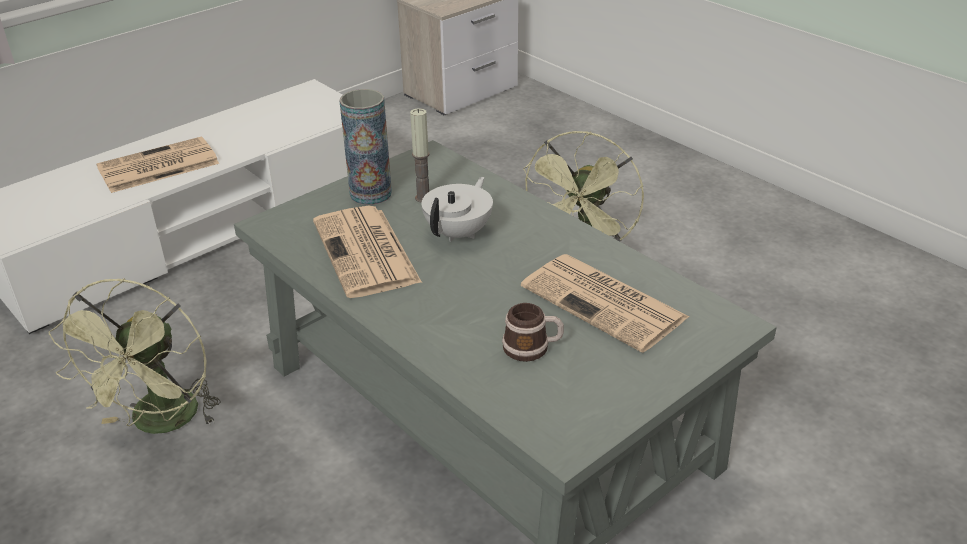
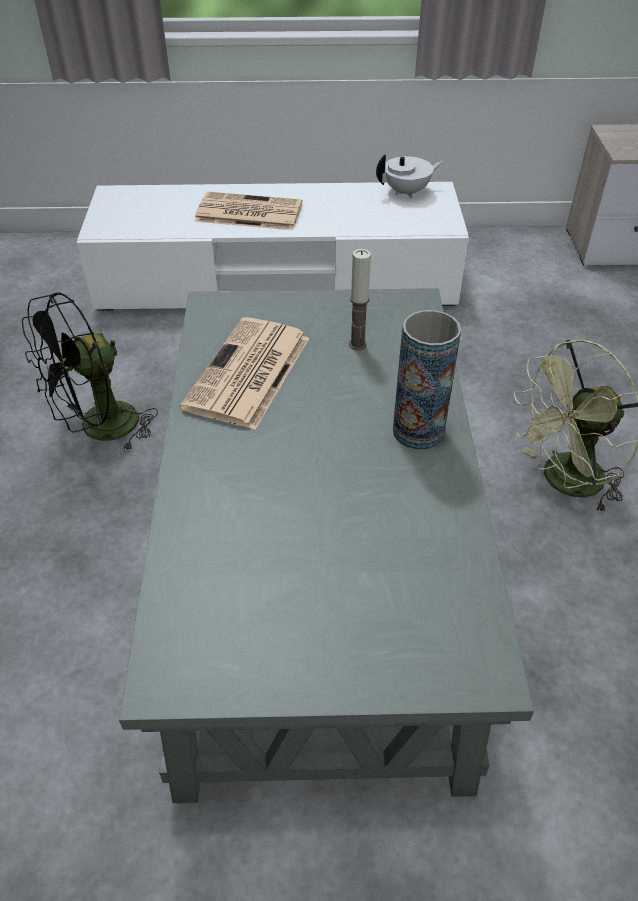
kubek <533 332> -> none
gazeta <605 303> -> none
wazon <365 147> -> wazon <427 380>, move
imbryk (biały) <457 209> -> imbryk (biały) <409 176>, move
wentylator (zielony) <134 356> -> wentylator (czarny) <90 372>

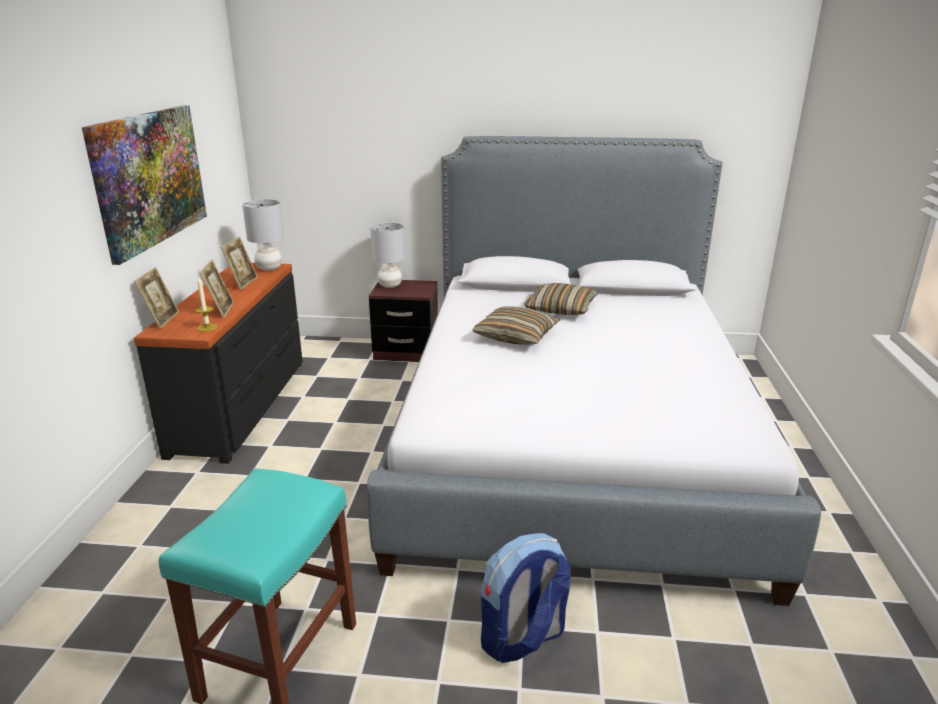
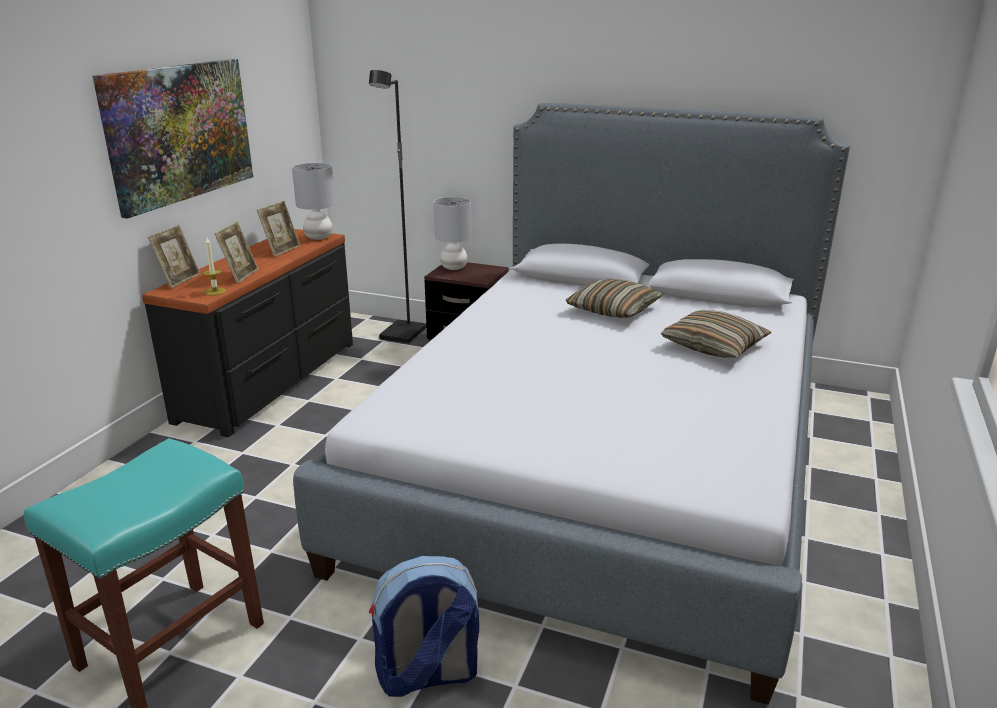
none -> lampa stojąca (czarny) <397 207>
poduszka <516 326> -> poduszka <716 334>, move

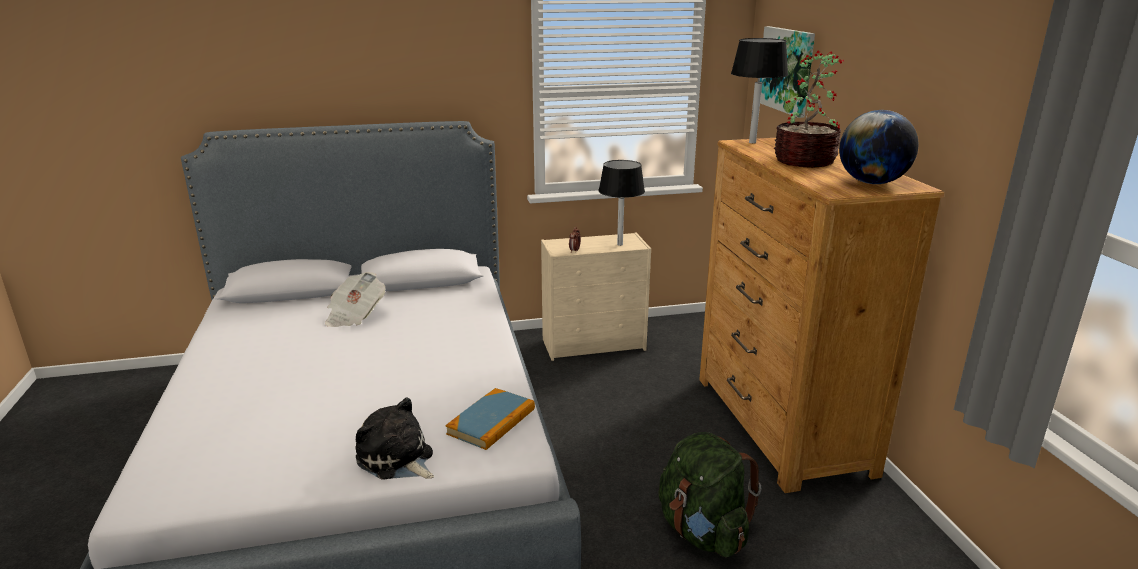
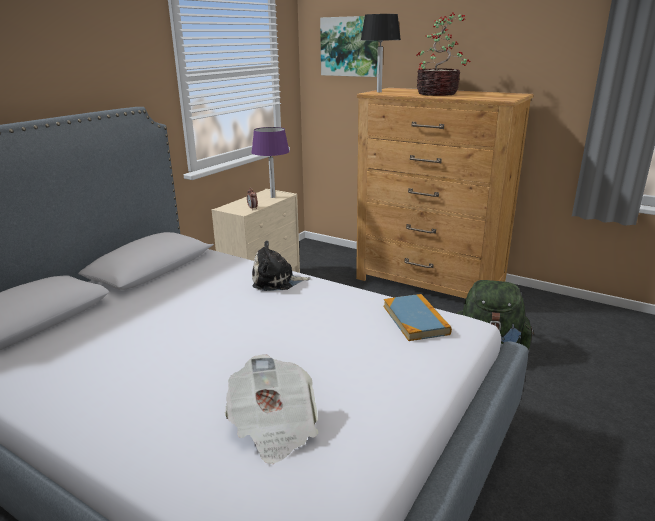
globus <879 147> -> none
gazeta <355 299> -> gazeta <271 409>, move
pluszak <394 438> -> pluszak <281 266>, move
lampa stołowa (czarny) <621 203> -> lampa stołowa (fioletowy) <270 162>

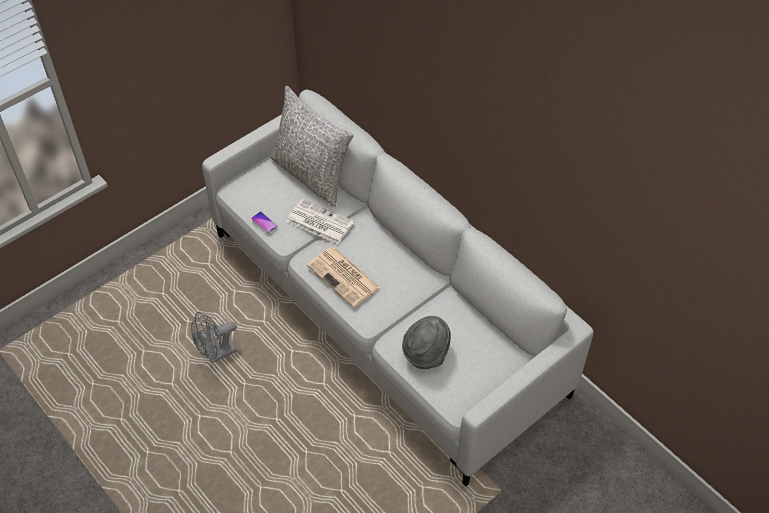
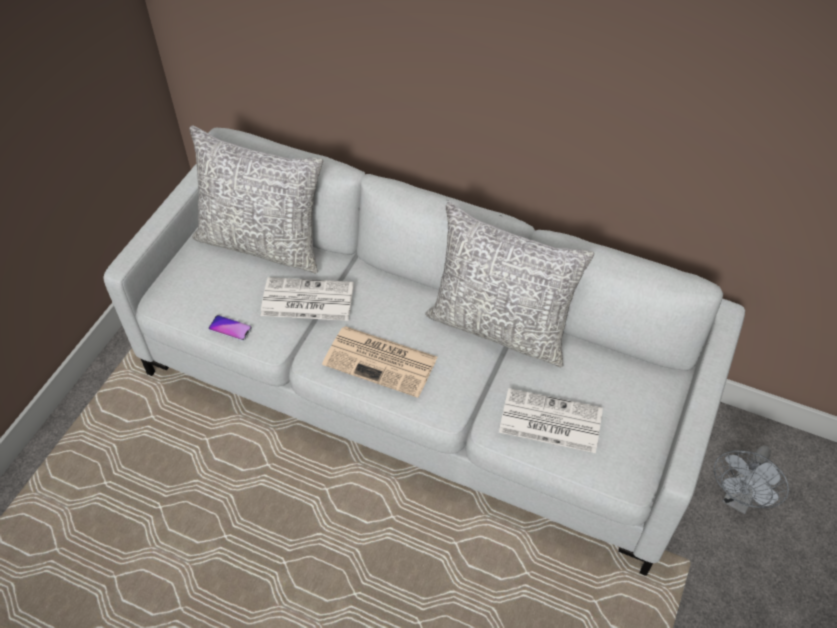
none -> poduszka (szary) <509 284>
wentylator (szary) <214 337> -> wentylator (szary) <751 479>, move
kapelusz (szary) <426 342> -> gazeta <551 420>

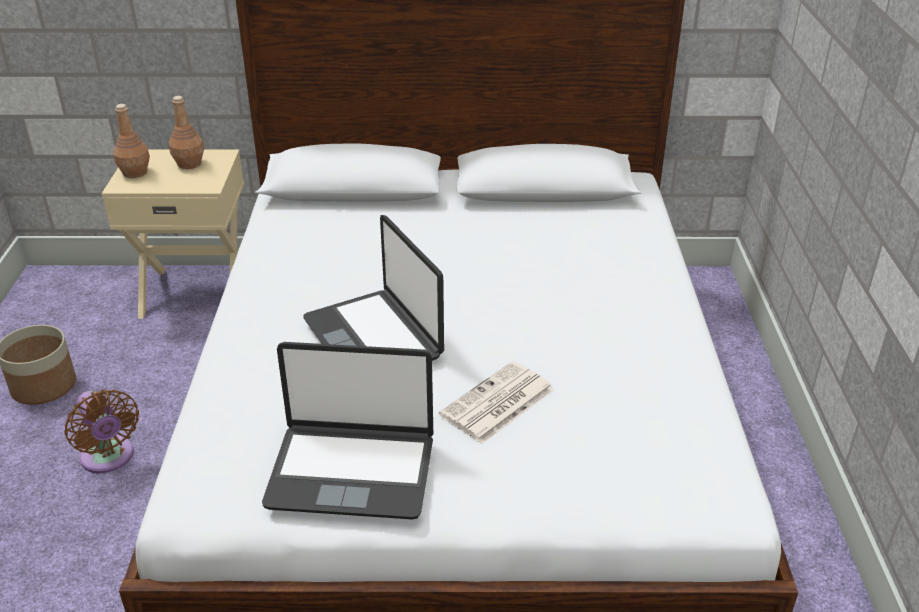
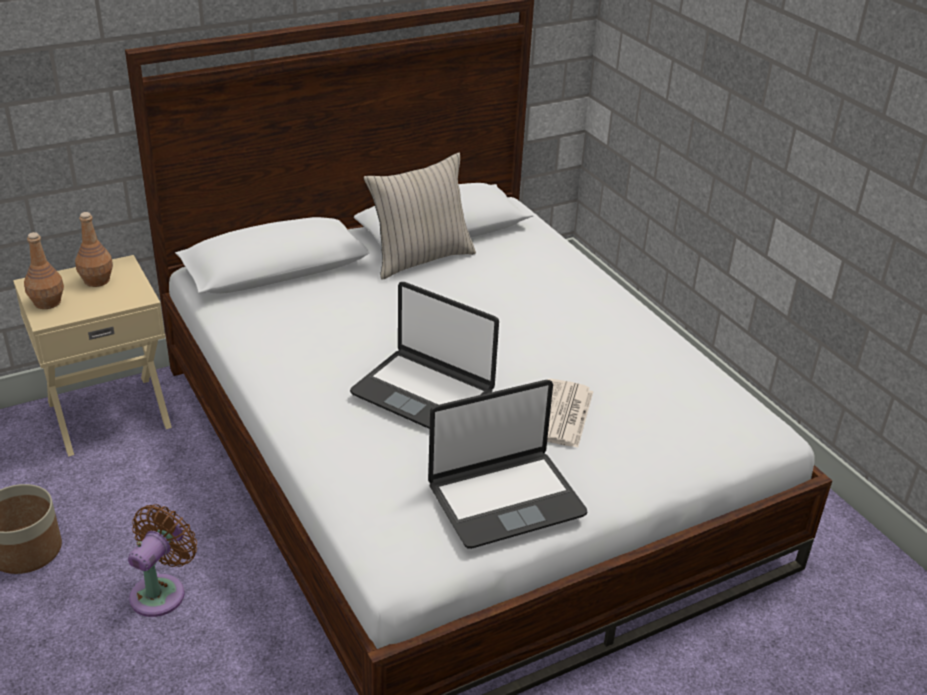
none -> poduszka (beżowy) <419 216>
wentylator (brązowy) <101 431> -> wentylator (brązowy) <162 560>, 90 degrees counterclockwise

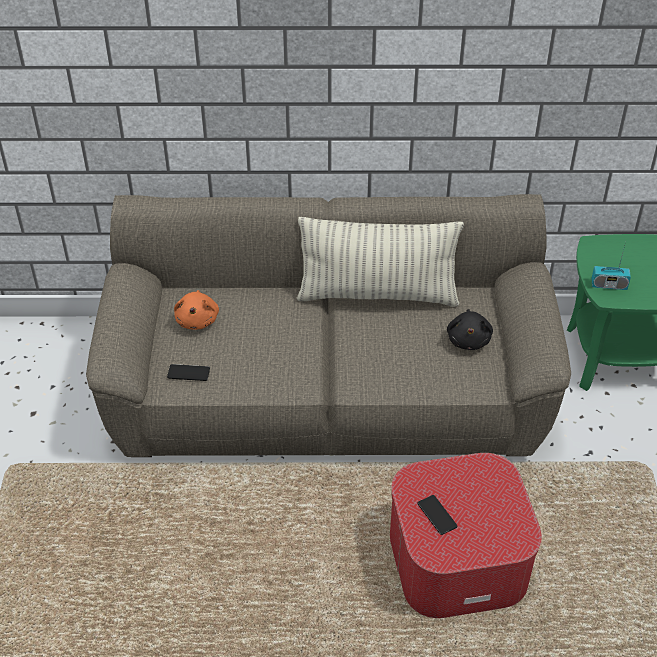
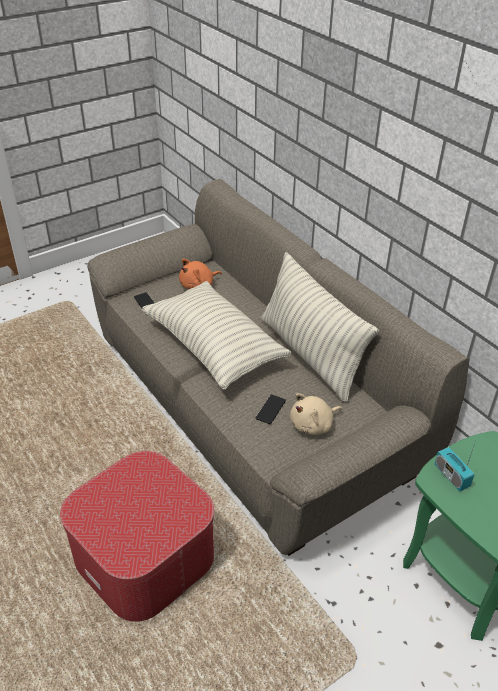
none -> poduszka <216 335>
telefon <437 515> -> telefon <270 409>, move
pluszak (czarny) <470 329> -> pluszak (beżowy) <316 414>

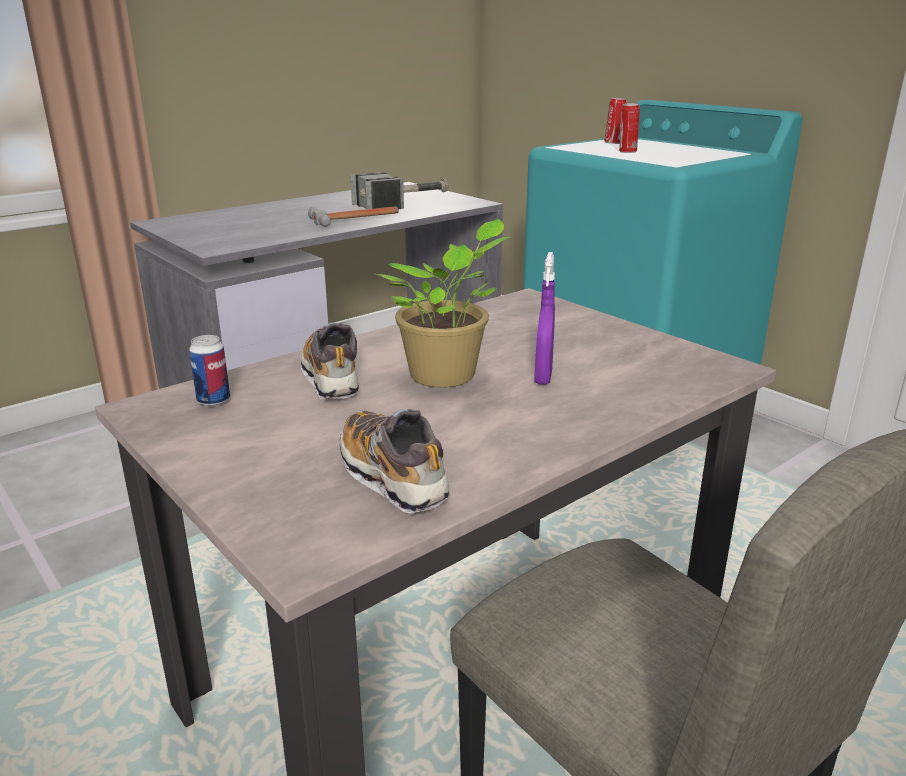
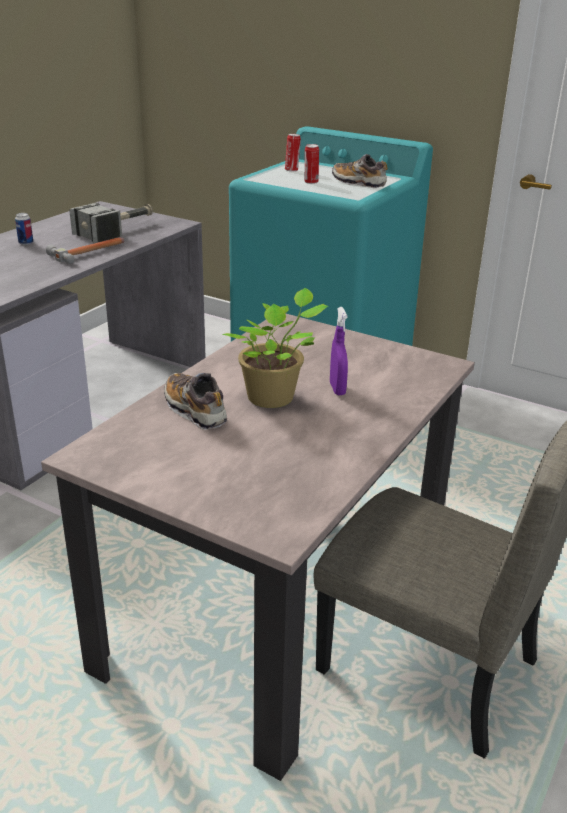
puszka <209 370> -> puszka <24 229>, move
but <395 461> -> but <360 171>, move

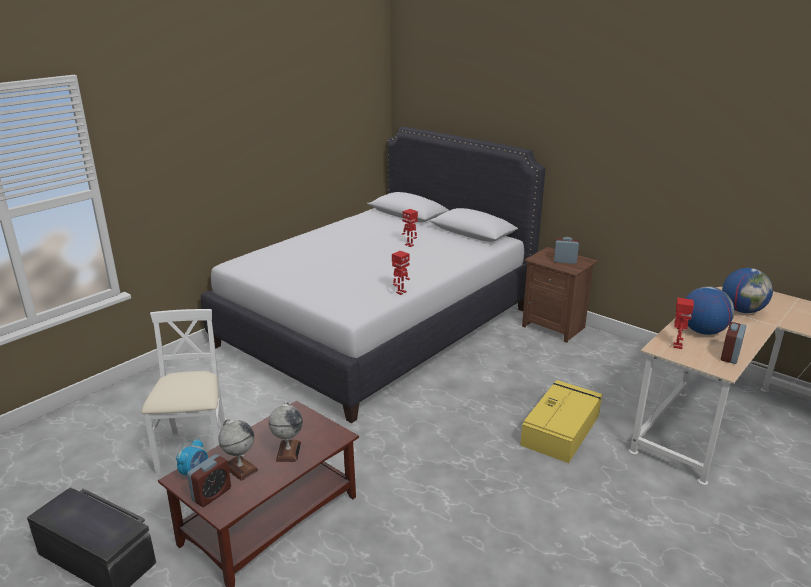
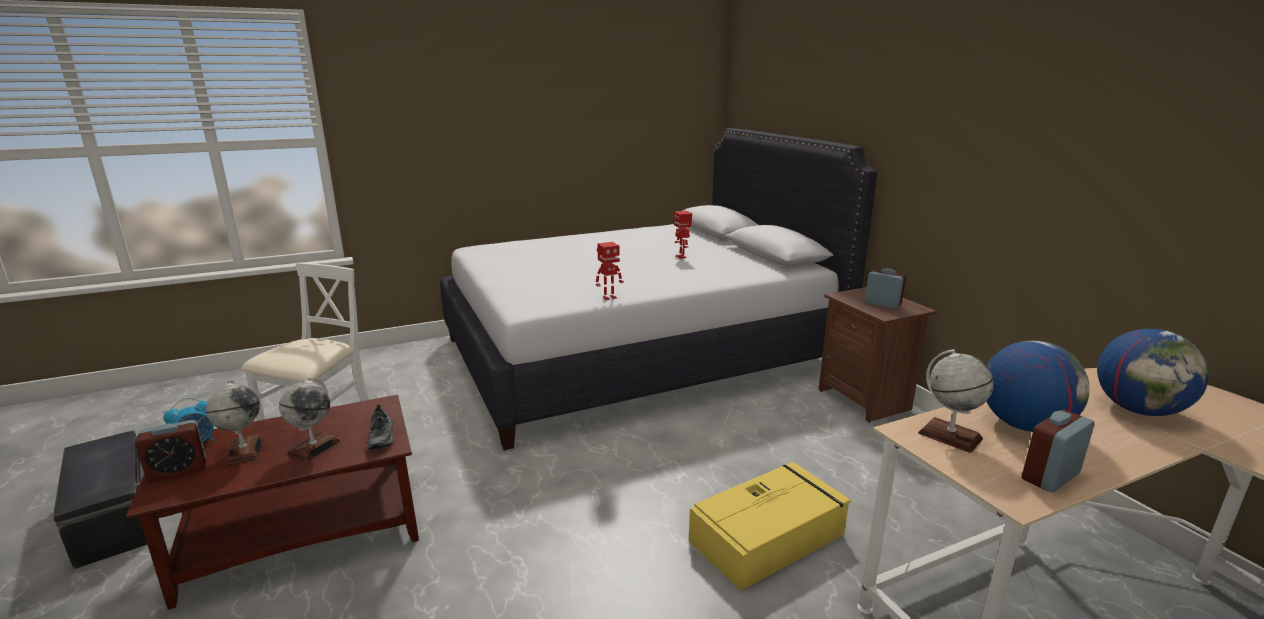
none -> but <380 426>
robot zabawkowy <683 323> -> globus <956 401>

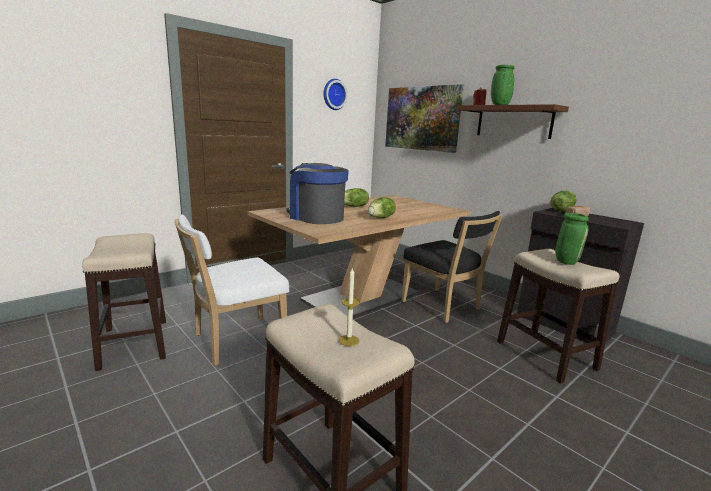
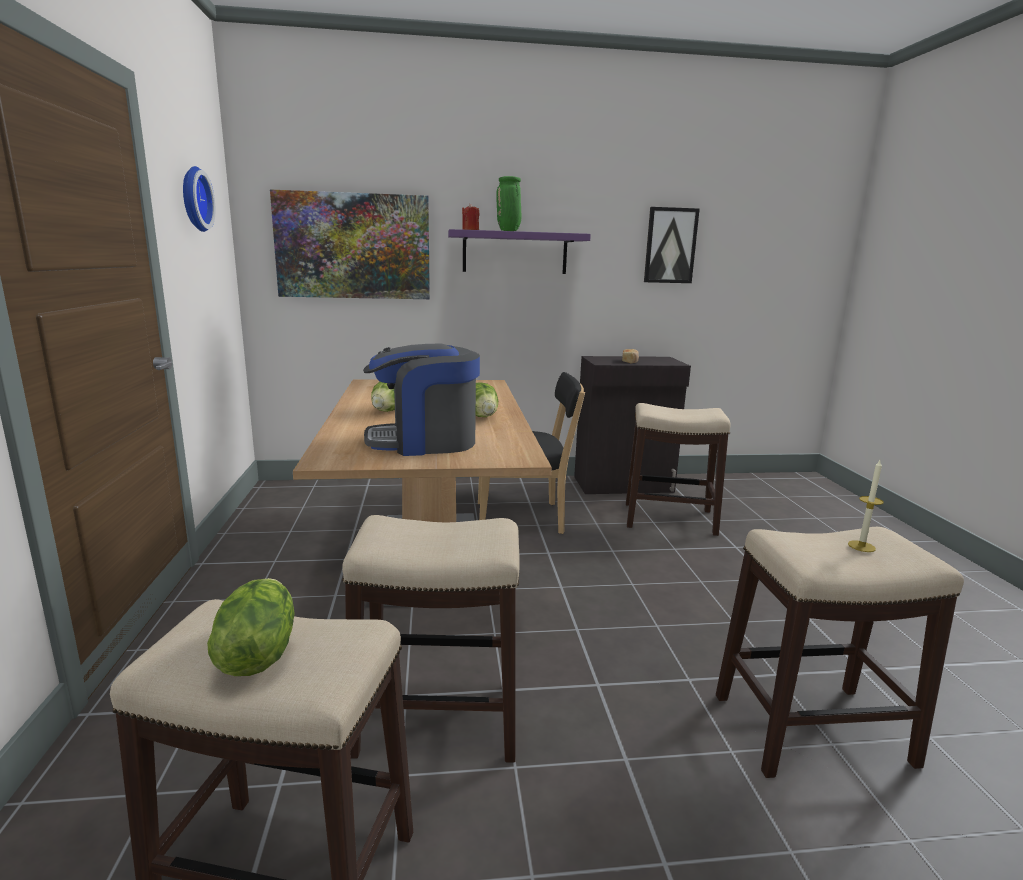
wazon (zielony) <572 239> -> none
none -> obraz <672 245>
sałata <563 201> -> sałata <251 627>, move
krzesło (biały) <231 290> -> stołek <431 639>
półka (brązowy) <512 121> -> półka (fioletowy) <519 251>

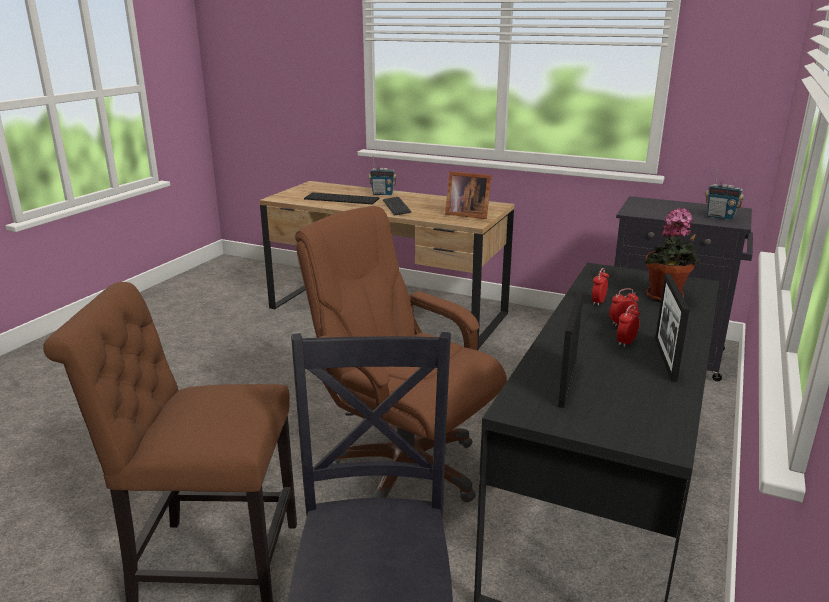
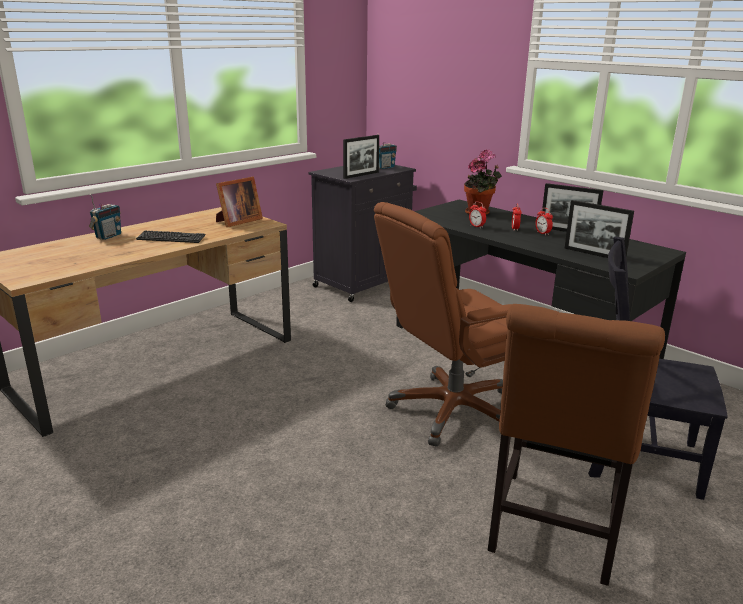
klawiatura <342 198> -> none
none -> ramka na zdjęcie <361 157>

